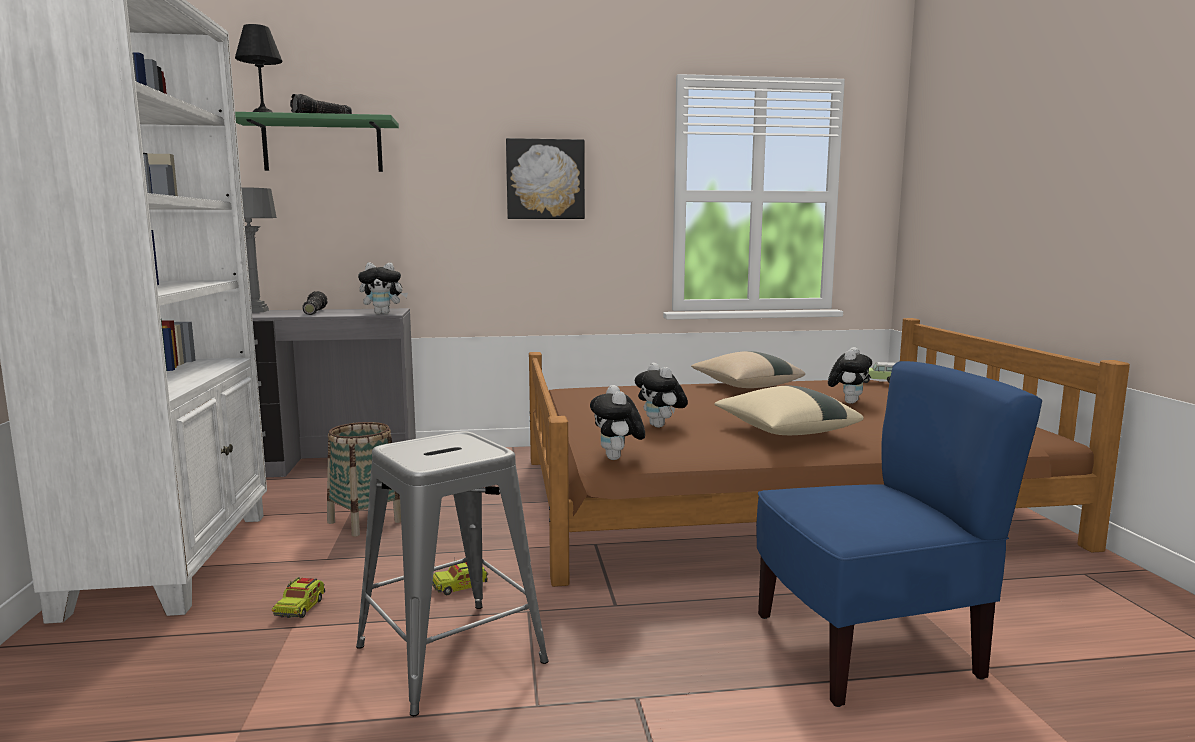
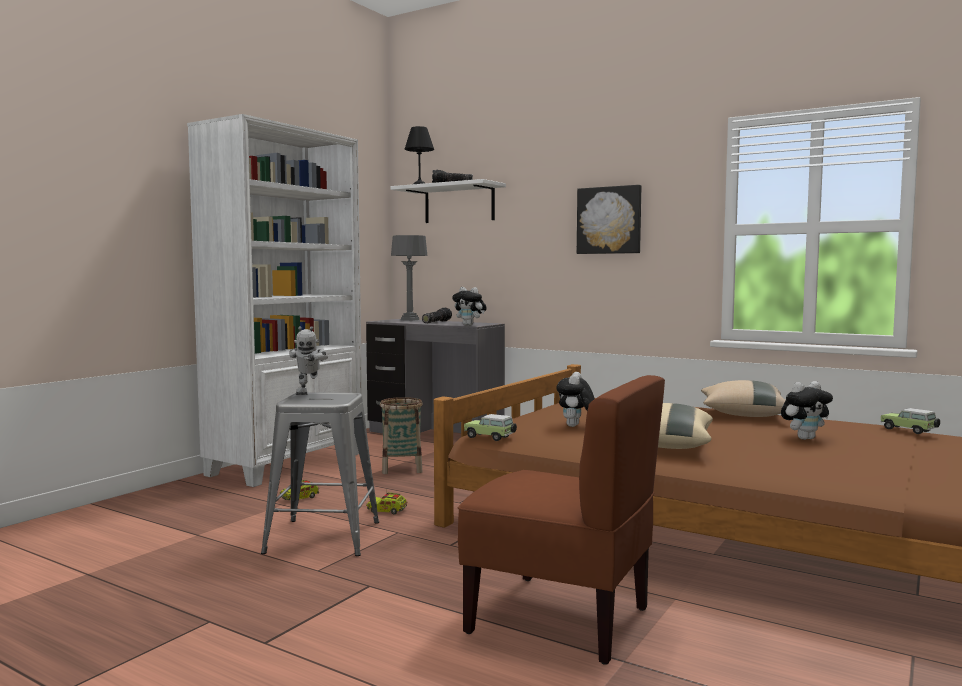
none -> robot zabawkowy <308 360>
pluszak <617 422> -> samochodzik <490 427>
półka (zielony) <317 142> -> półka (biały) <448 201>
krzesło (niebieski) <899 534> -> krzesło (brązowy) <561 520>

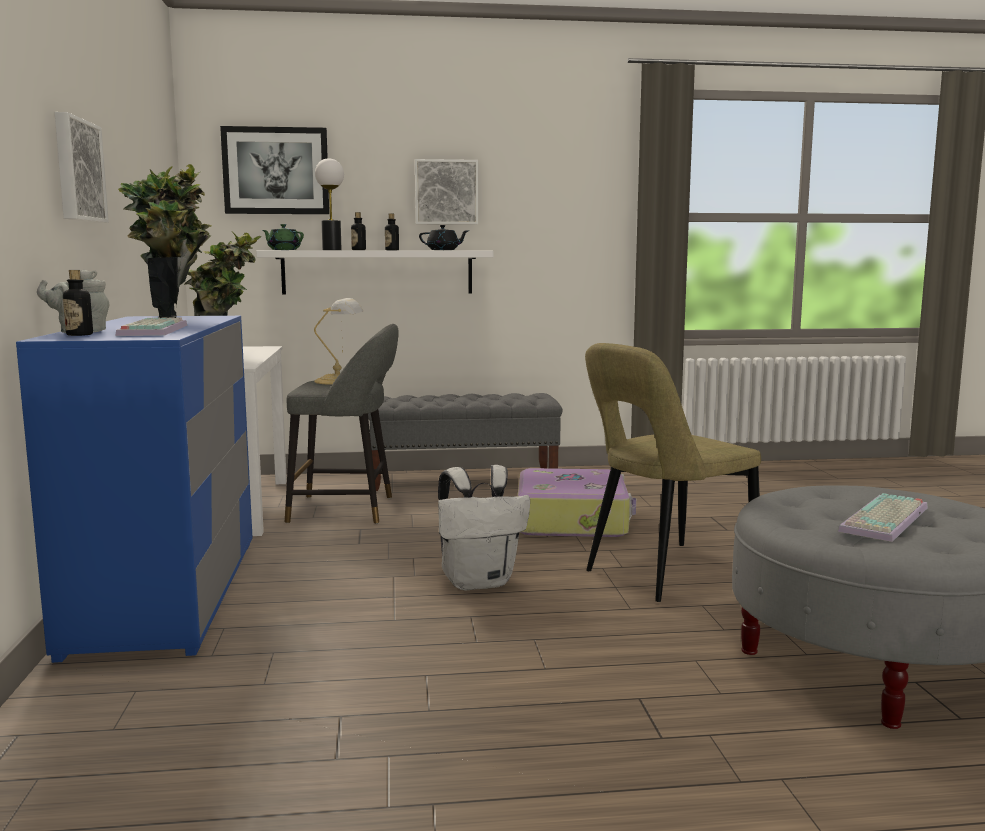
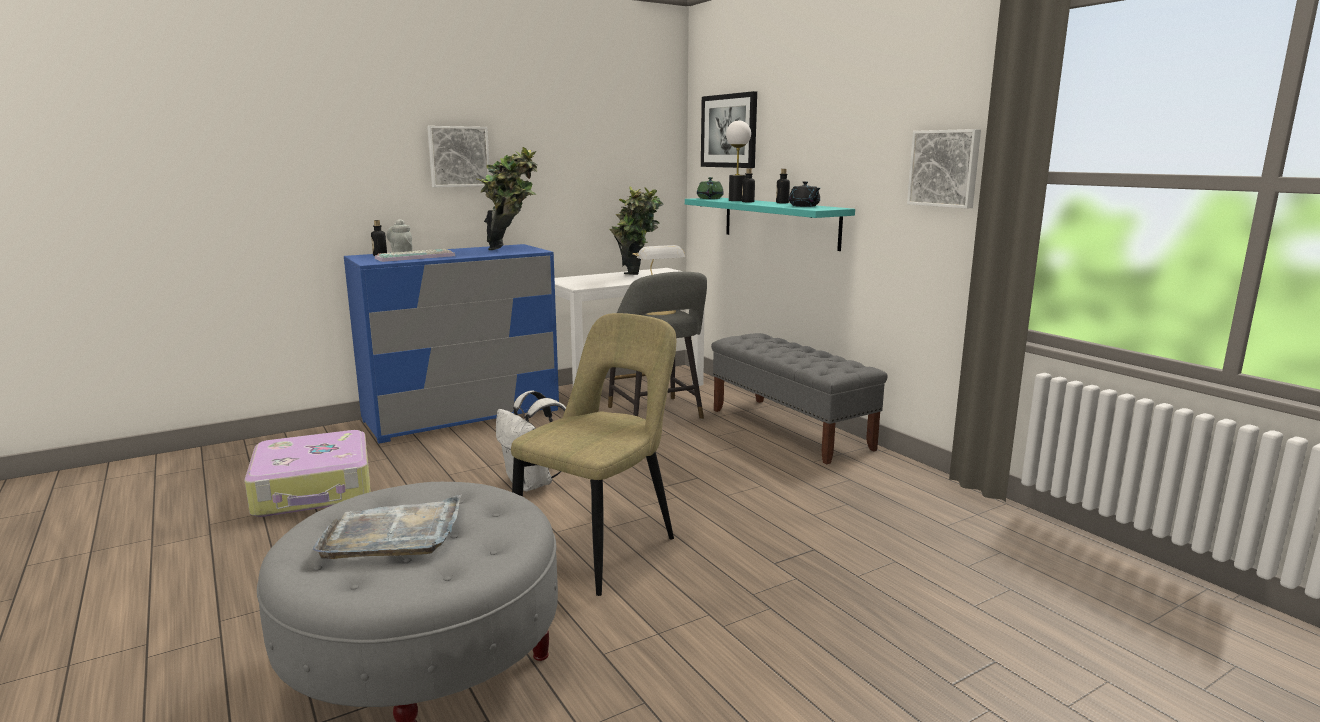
obraz <446 192> -> obraz <944 169>, move
walizka <576 502> -> walizka <307 473>, move
klawiatura <883 517> -> taca (szary) <387 526>
półka (biały) <374 272> -> półka (turkusowy) <770 224>
krzesło (beżowy) <673 472> -> krzesło (beżowy) <593 454>, 90 degrees clockwise

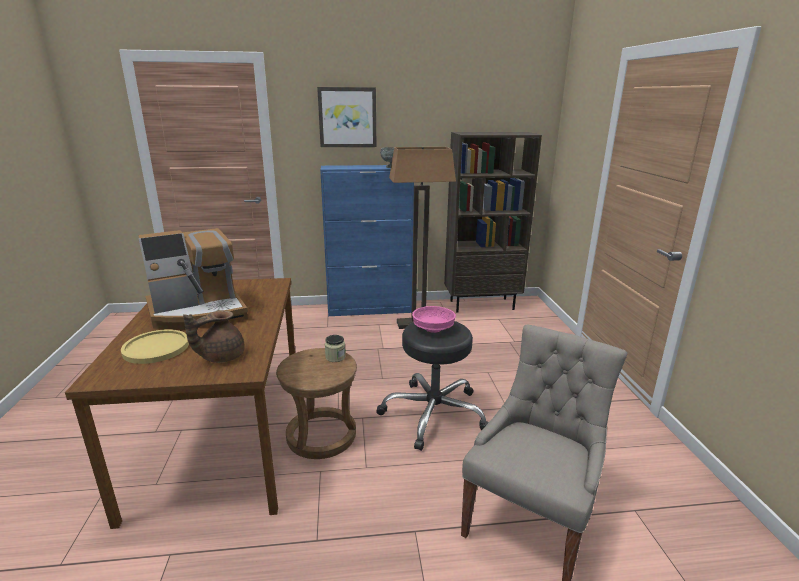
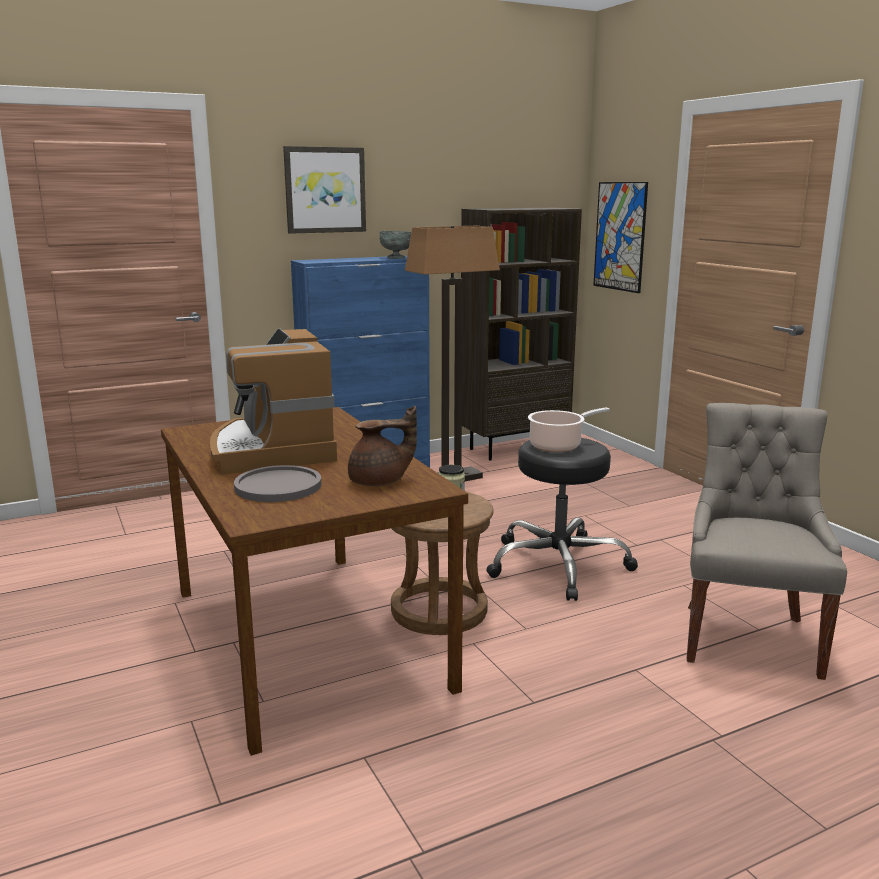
none -> obraz <620 237>
miska (różowy) <434 319> -> garnek <569 429>
talerz (żółty) <155 346> -> talerz (szary) <277 483>
ekspres do kawy <193 278> -> ekspres do kawy <273 402>, 120 degrees clockwise
imbryk (brązowy) <214 336> -> imbryk (brązowy) <382 446>, 135 degrees counterclockwise

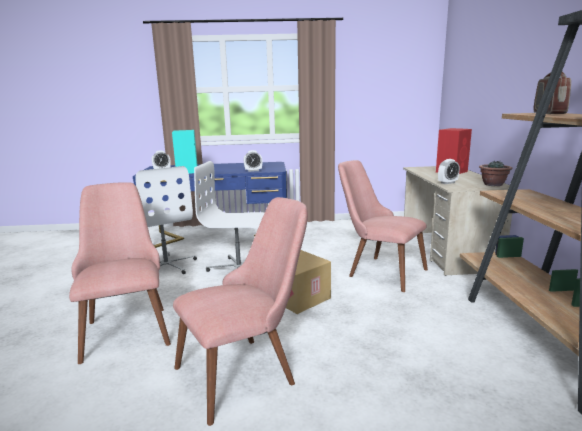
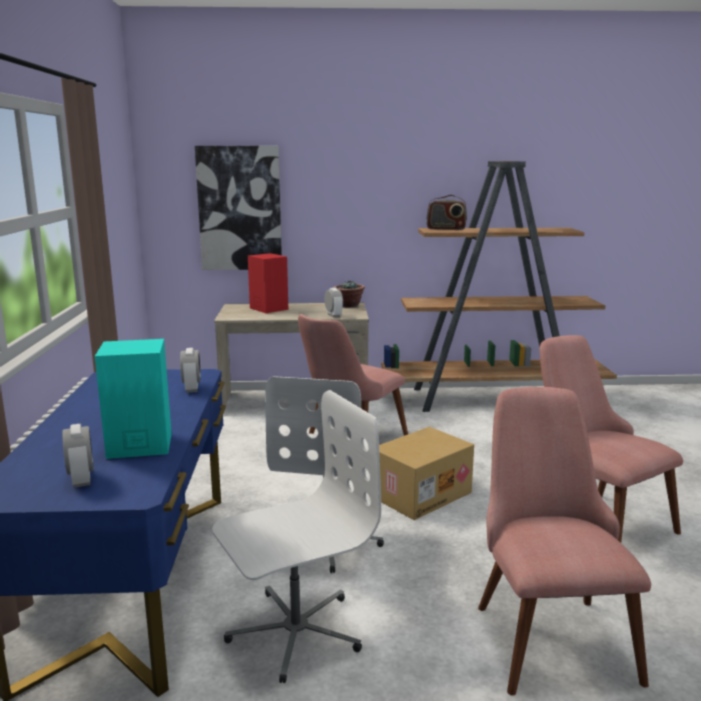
none -> obraz <238 208>
krzesło (różowy) <120 273> -> krzesło (różowy) <564 541>, 105 degrees clockwise

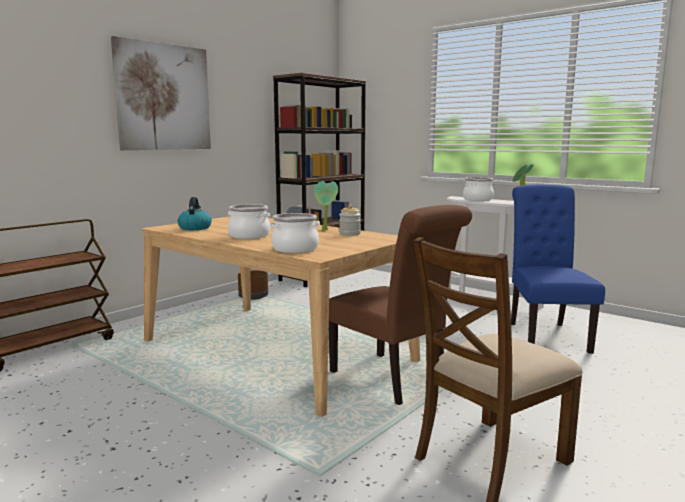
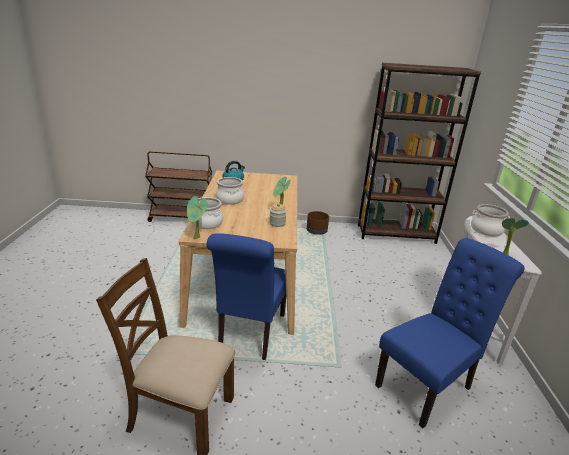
obraz <161 93> -> none
none -> roślina doniczkowa <197 217>
krzesło (brązowy) <400 305> -> krzesło (niebieski) <246 296>

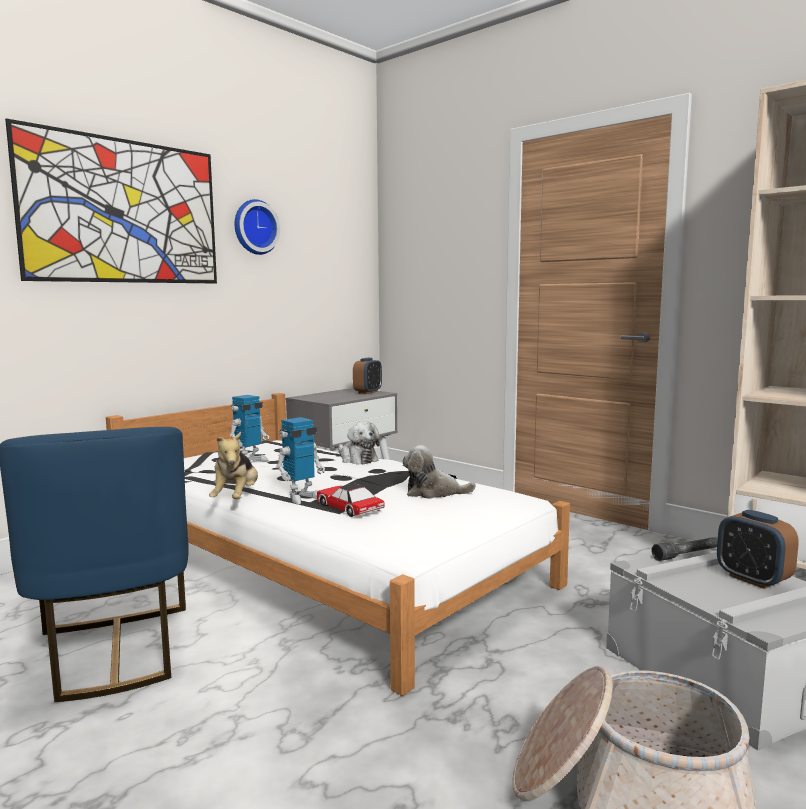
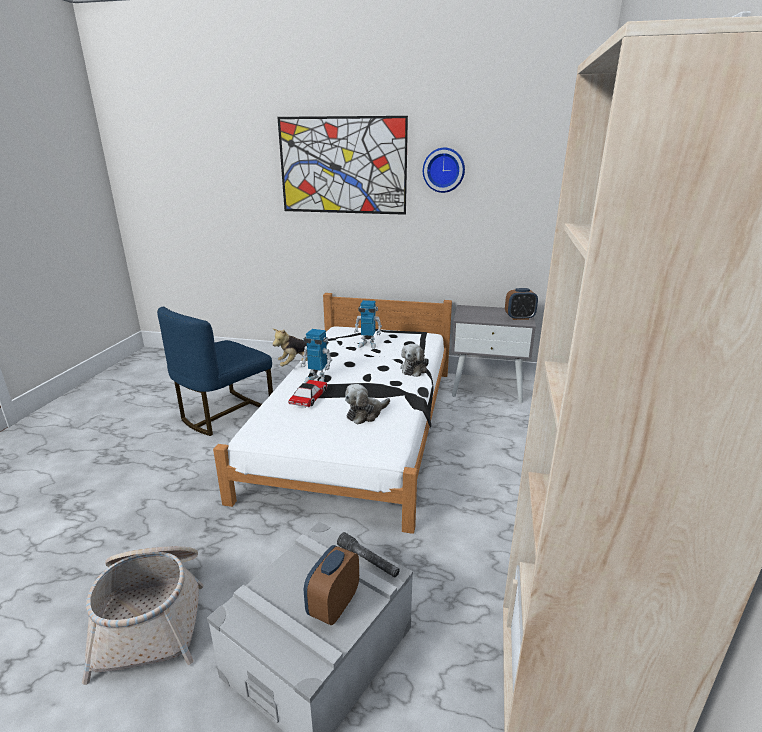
pluszak <439 472> -> pluszak <367 404>, 105 degrees counterclockwise

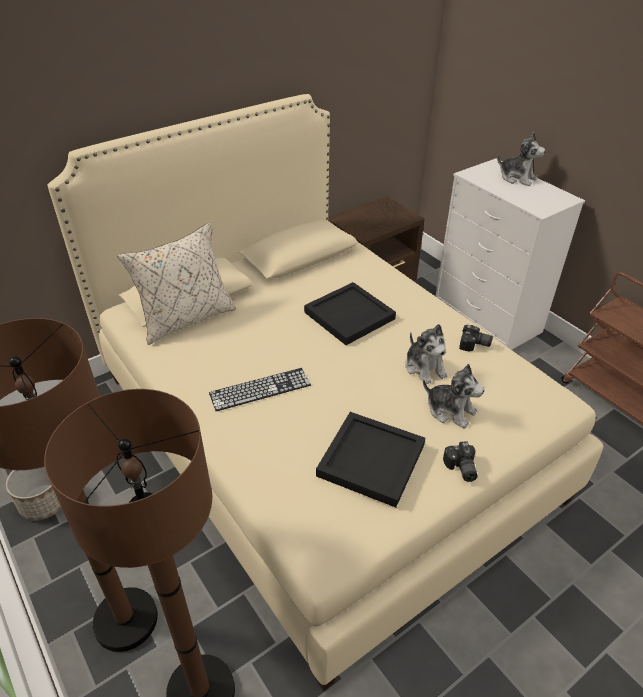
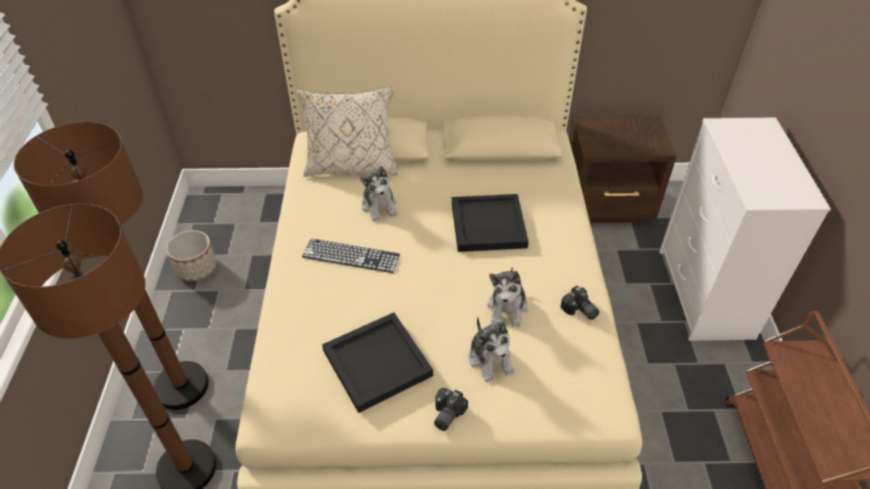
pluszak <521 159> -> pluszak <378 194>, move

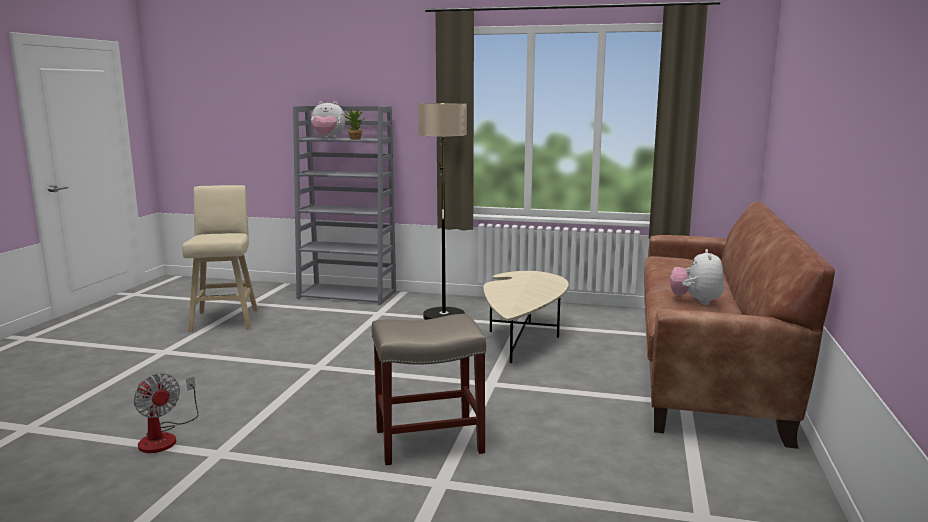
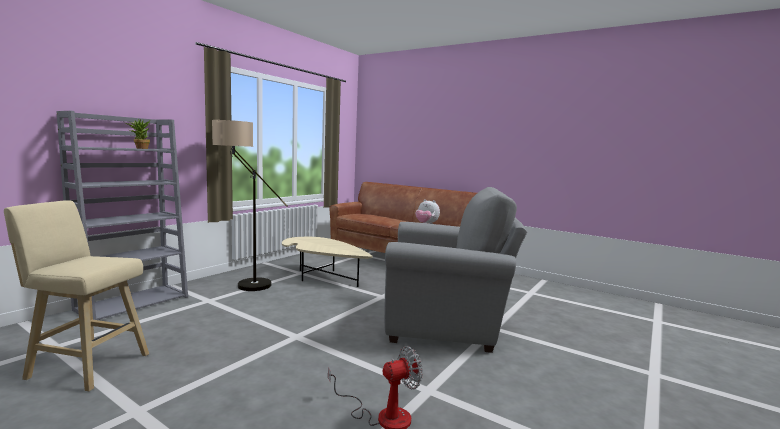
pluszak <328 119> -> none
stołek (beżowy) <429 389> -> fotel (szary) <455 270>

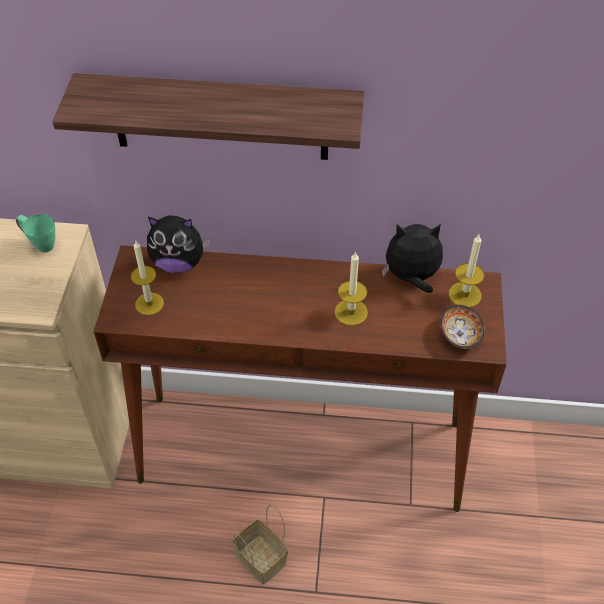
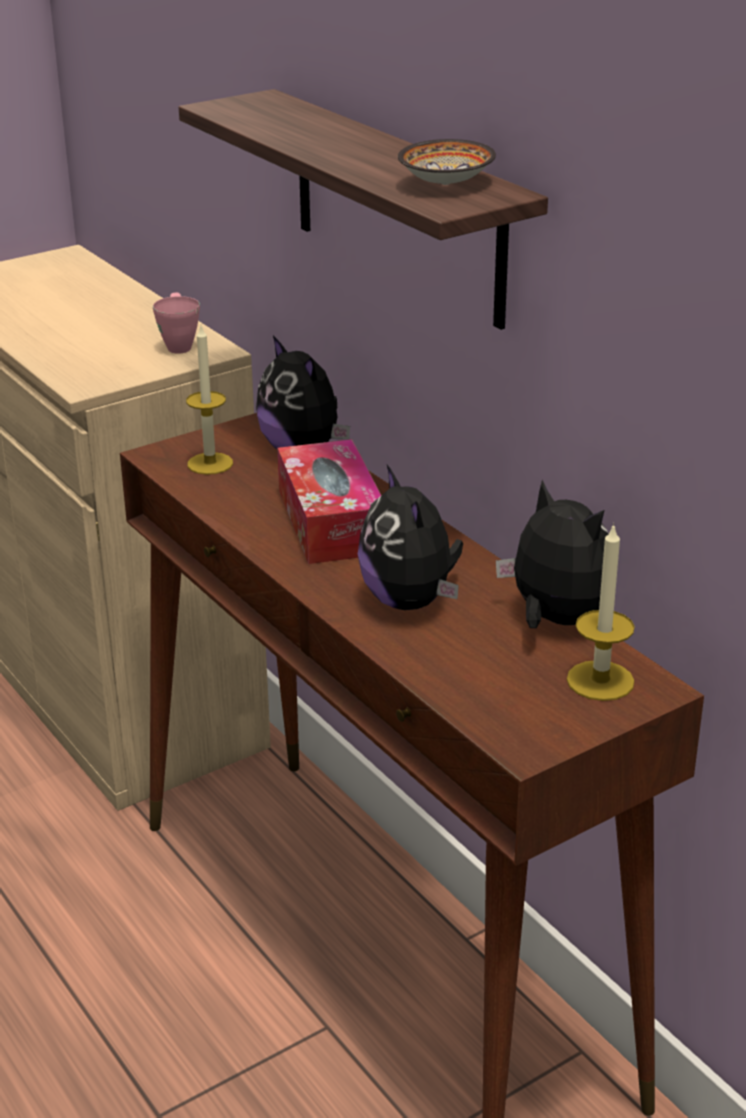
koszyk <260 544> -> none
none -> pudełko chusteczek <329 501>
miska <462 327> -> miska <447 162>, move
świeca <351 288> -> pluszak <410 537>
kubek (zielony) <35 233> -> kubek (różowy) <176 323>

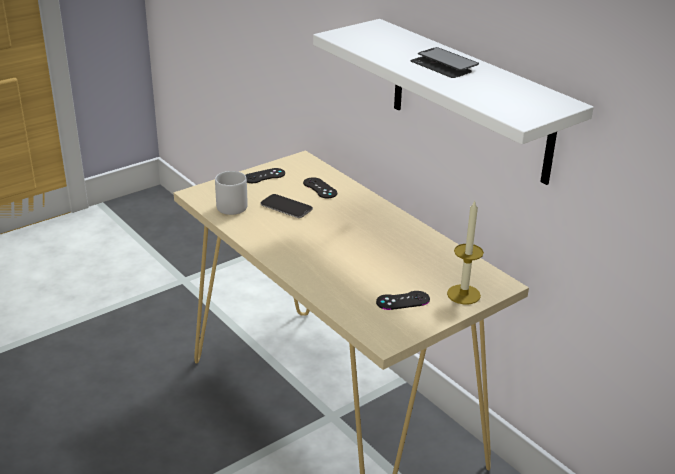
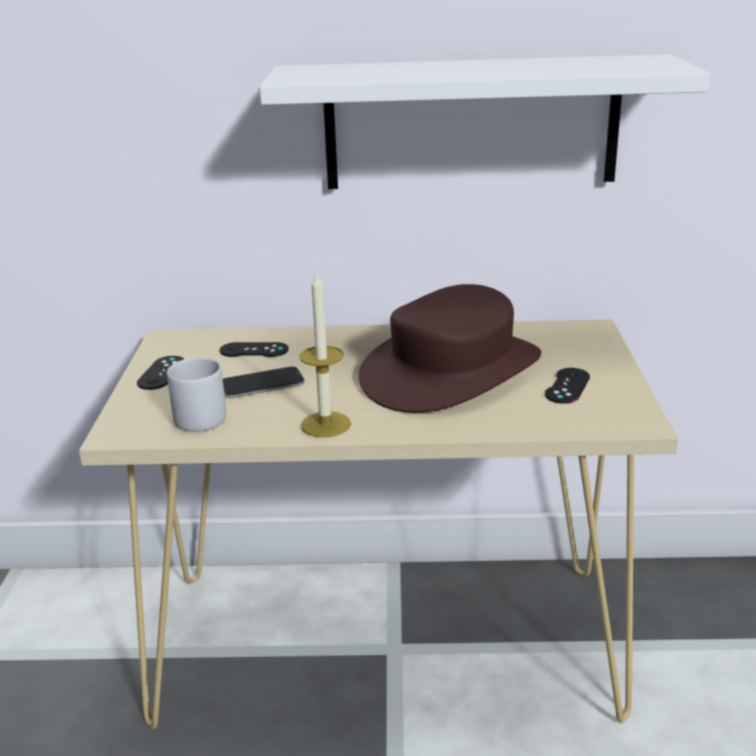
telefon <445 62> -> none
none -> kapelusz (brązowy) <449 348>
świeca <465 252> -> świeca <325 354>, move

